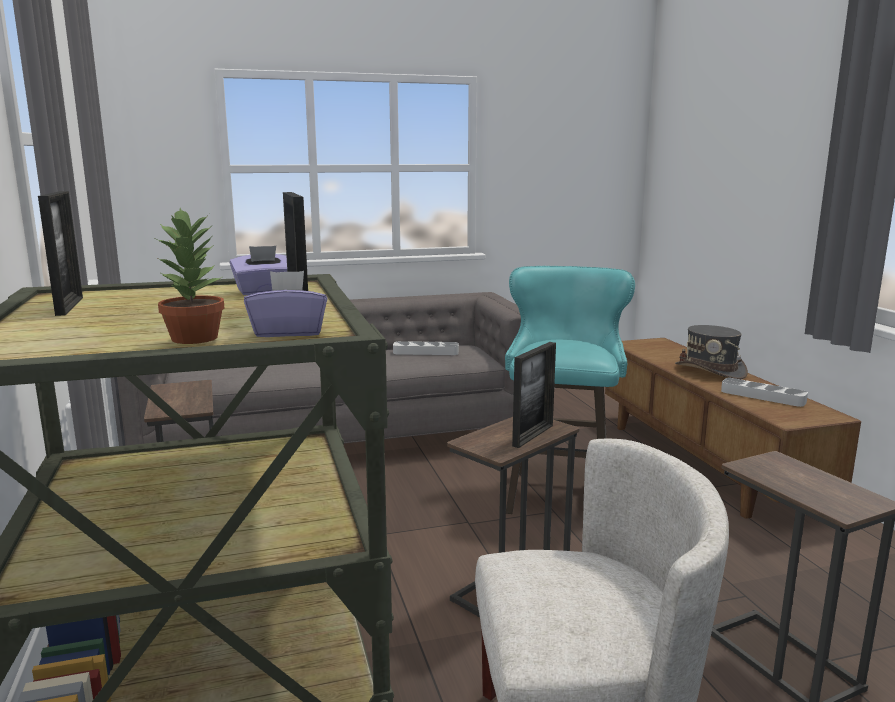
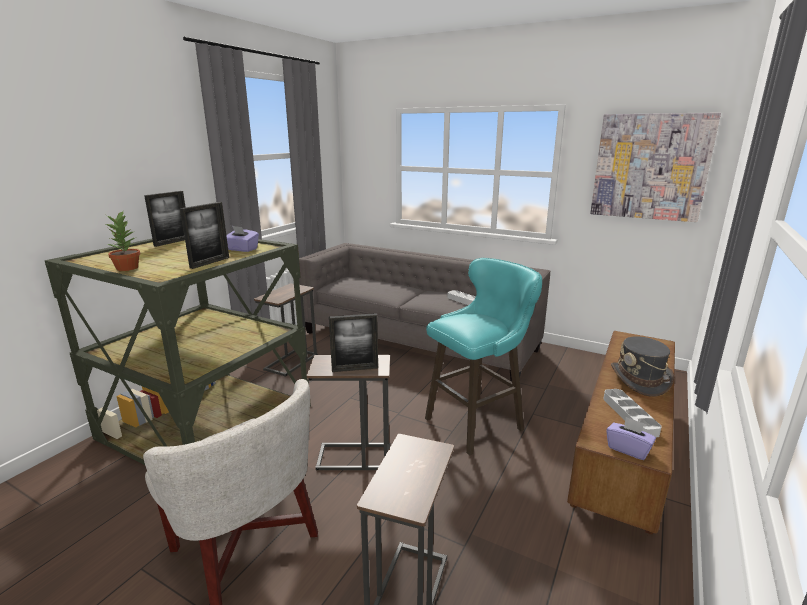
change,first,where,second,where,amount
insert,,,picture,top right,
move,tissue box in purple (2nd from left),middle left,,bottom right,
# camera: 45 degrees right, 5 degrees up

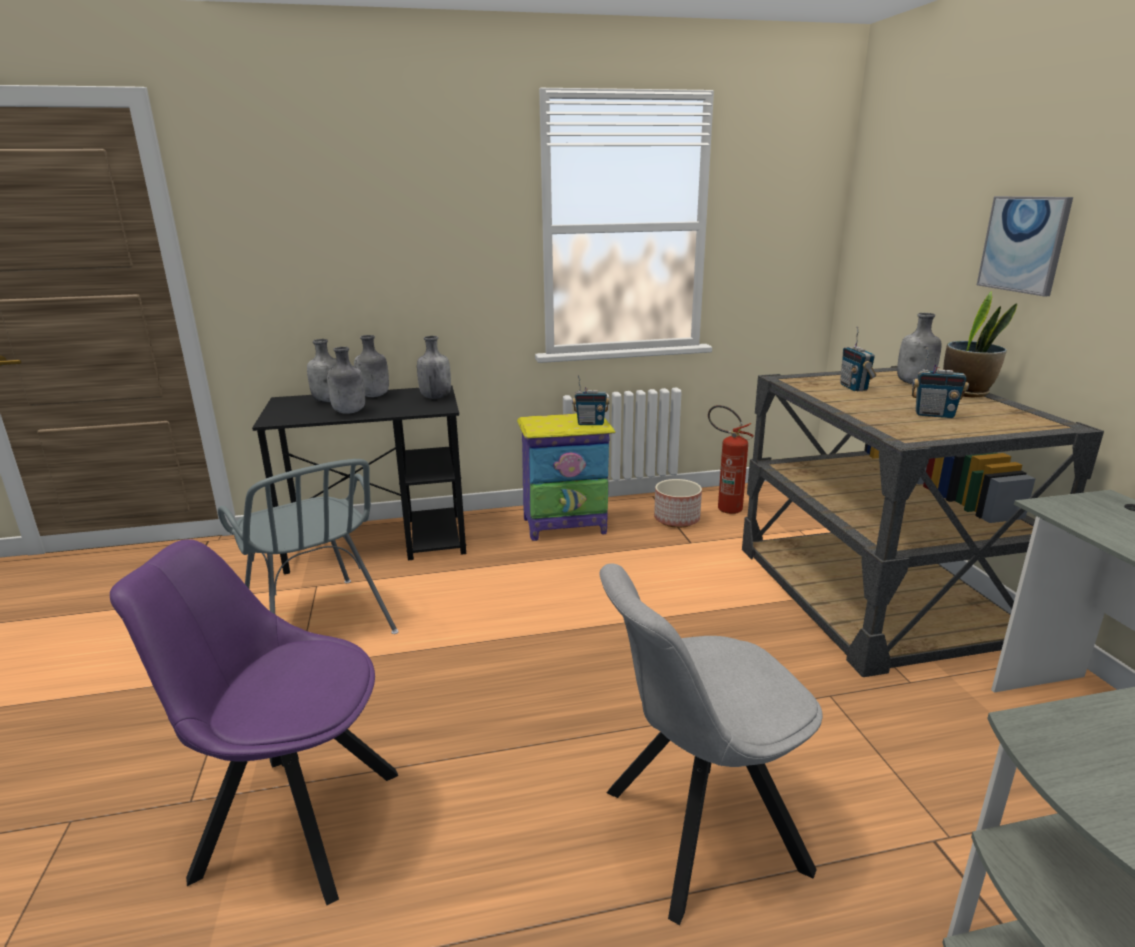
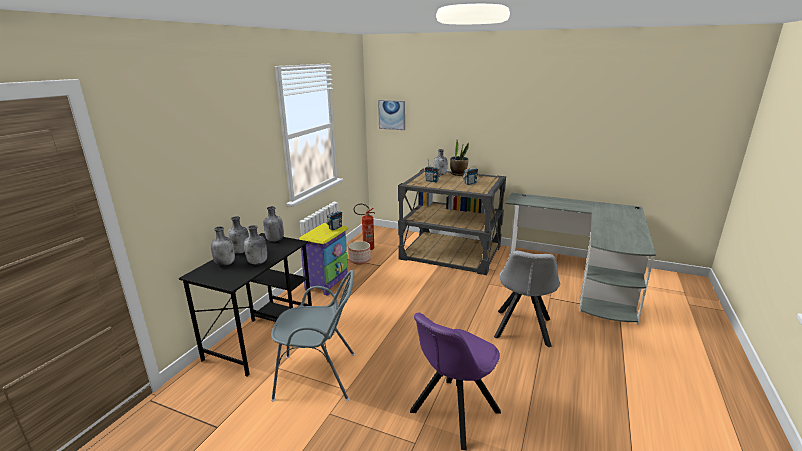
change,first,where,second,where,amount
move,picture,top right,,top centre,
# camera: 55 degrees left, 0 degrees up

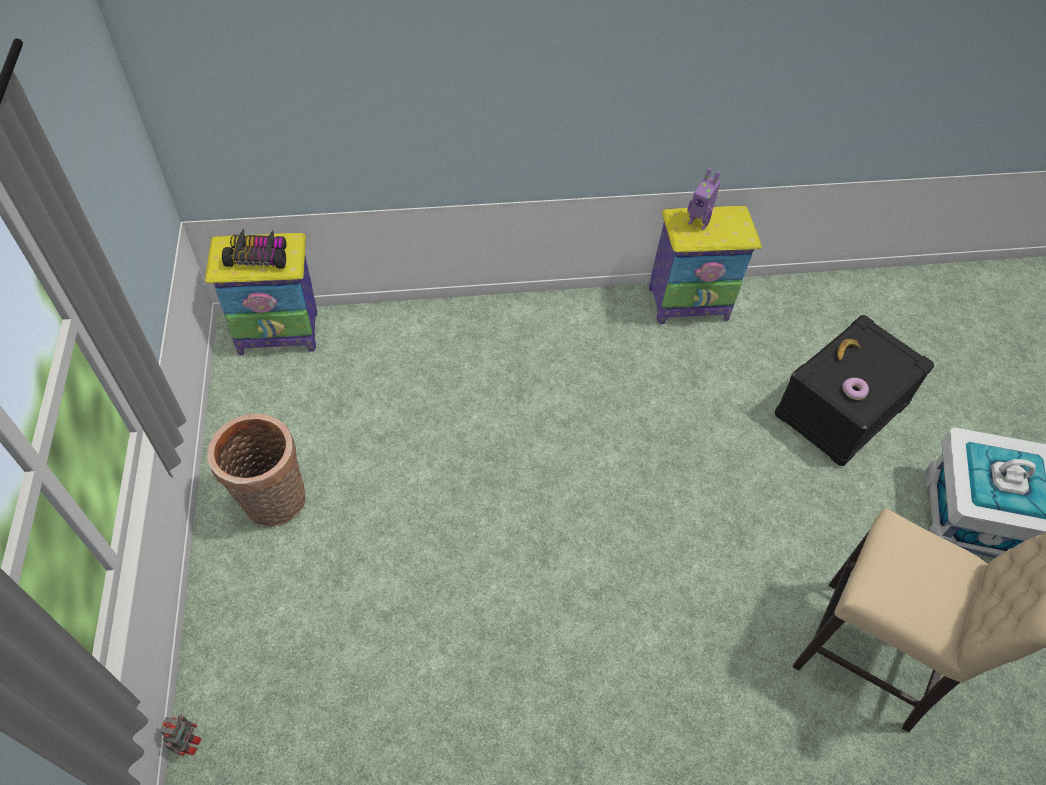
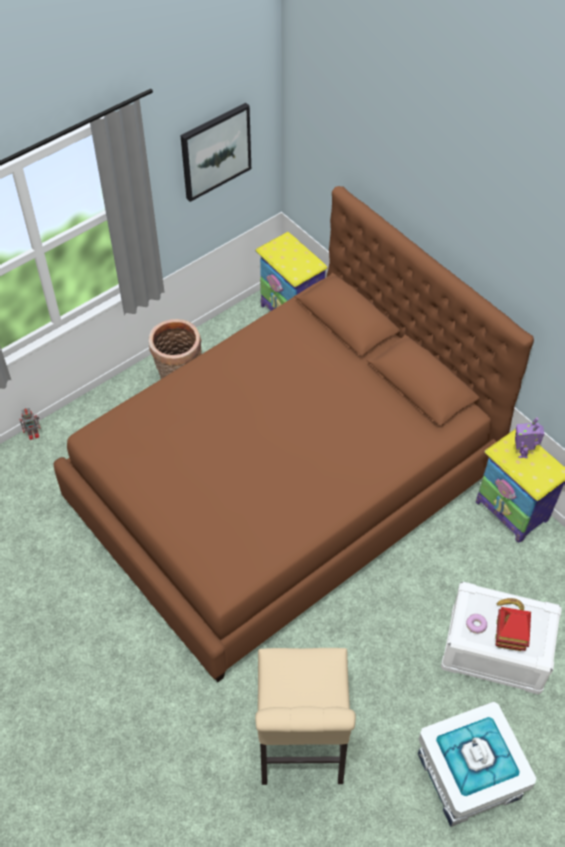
change,first,where,second,where,amount
insert,,,bed in brown,centre,
insert,,,picture,top centre,
recolor,storage box in black,middle right,storage box in white (2nd from left),bottom right,
insert,,,toy house,bottom right,
delete,toy car,top left,,,
# camera: 60 degrees right, 0 degrees up

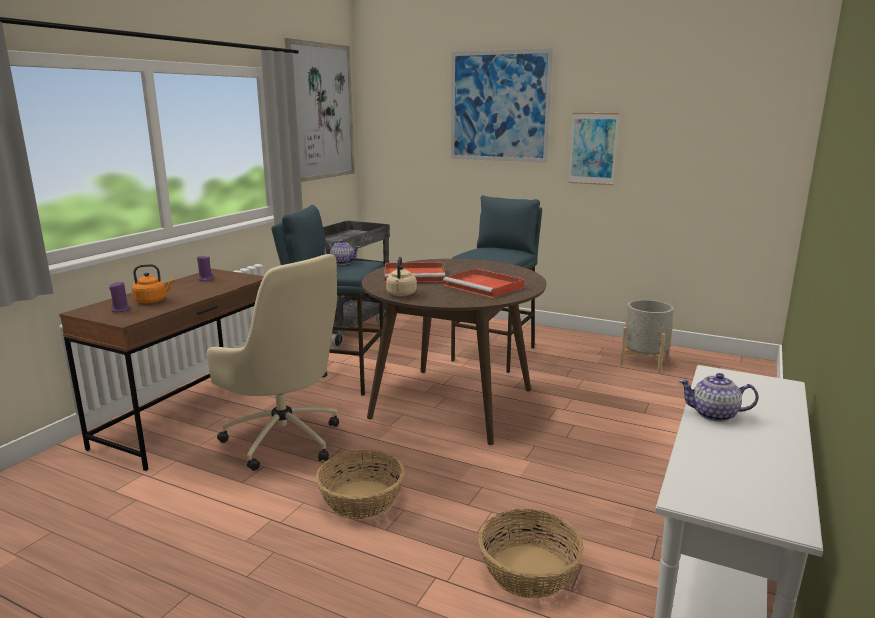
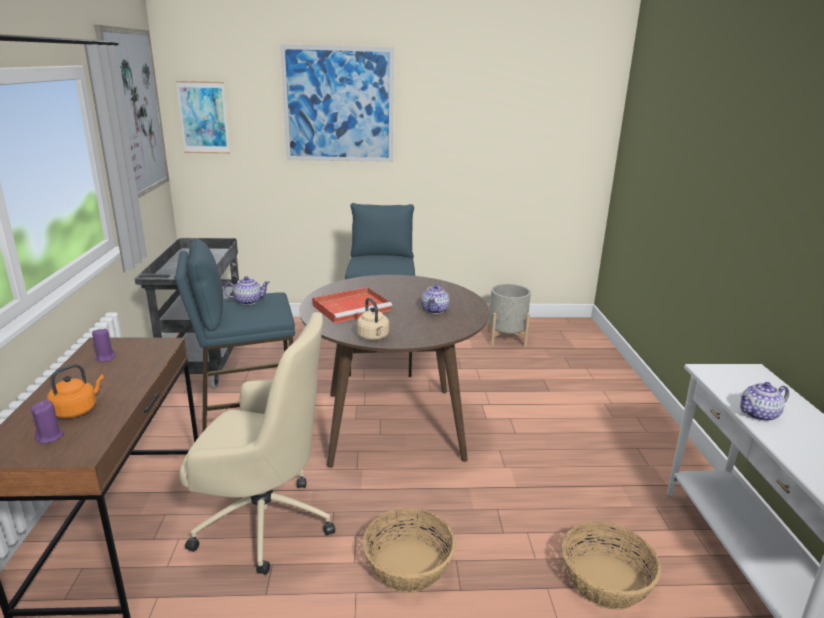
change,first,where,second,where,amount
move,picture (3rd from left in the first image),top right,picture (2nd from left),top left,
replace,tray in red (2nd from left),centre,teapot (2nd from left),centre,
# camera: 30 degrees left, 5 degrees up

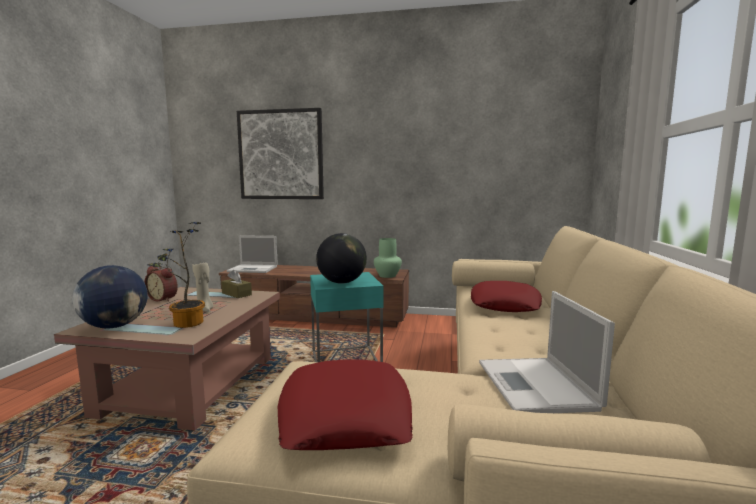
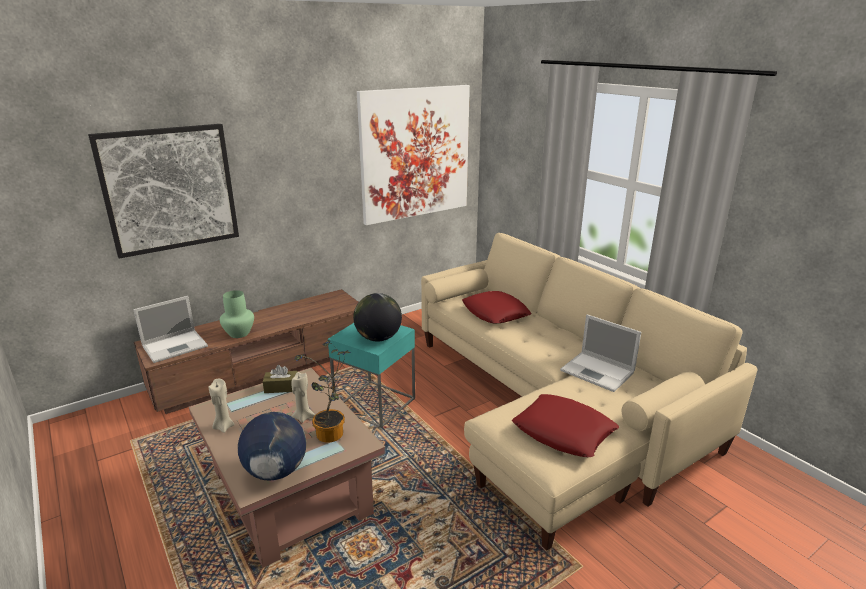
change,first,where,second,where,amount
replace,alarm clock,middle left,candle in beige (1st from left),bottom left,
move,vase in green,centre,,middle left,
insert,,,picture (2nd from left),top centre,
# camera: 45 degrees left, 15 degrees up

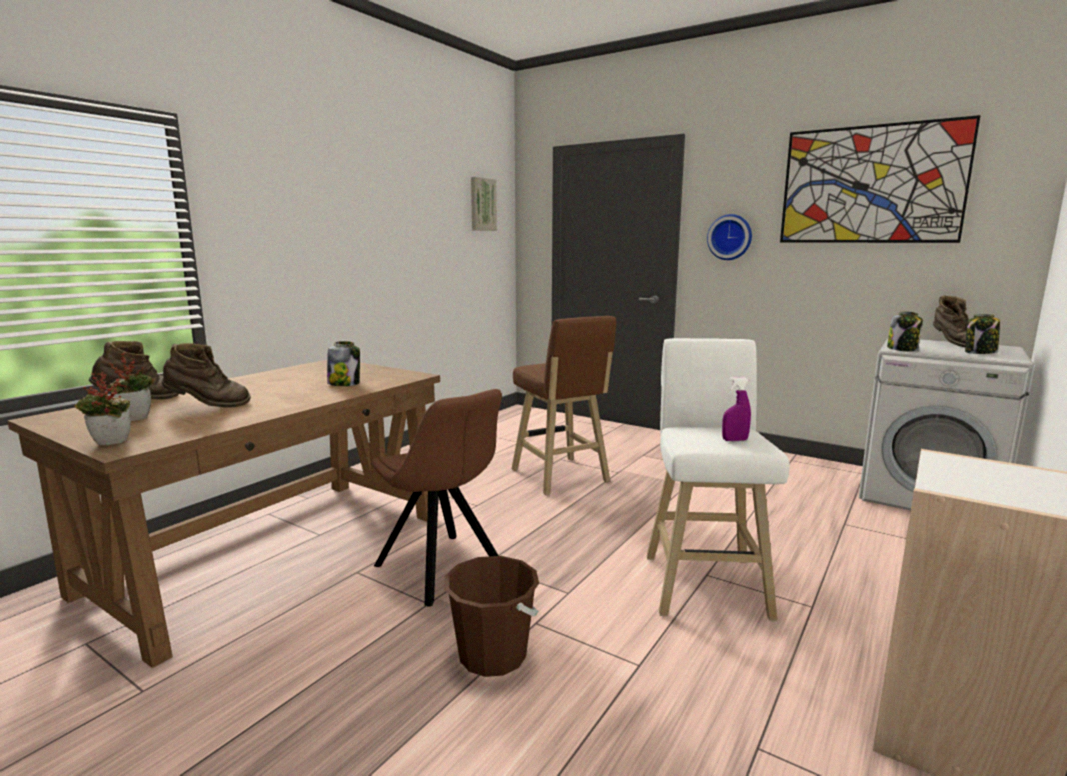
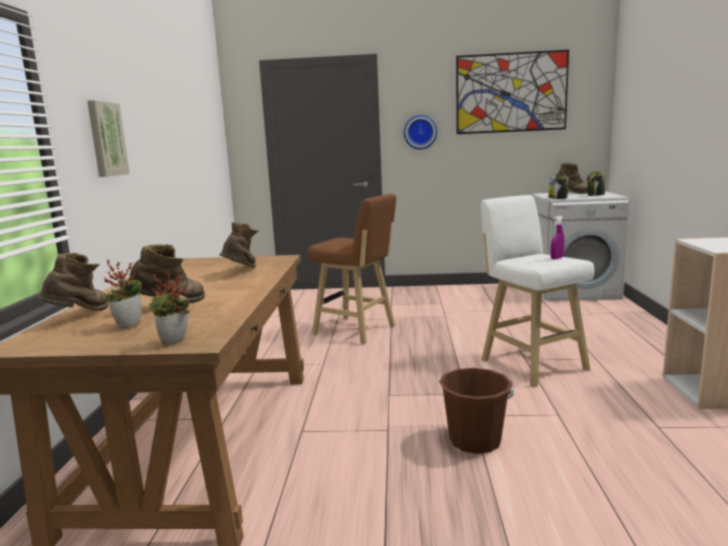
change,first,where,second,where,amount
move,picture (1st from left),top centre,,top left,
replace,jar (1st from left),middle left,boot in brown (3rd from left),middle left,
delete,chair in brown,centre,,,
# camera: 30 degrees left, 0 degrees up

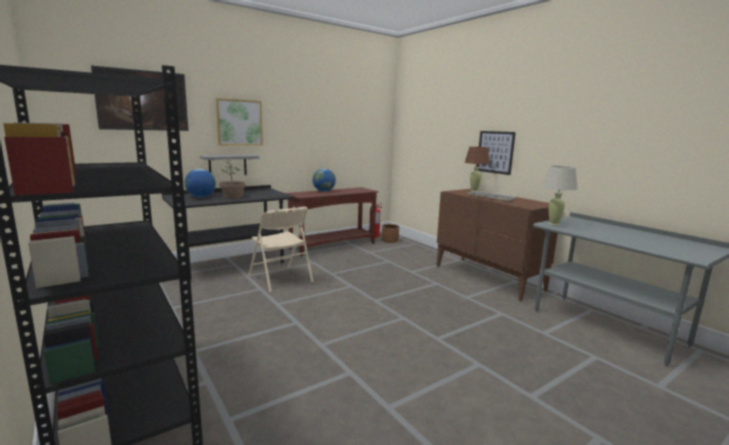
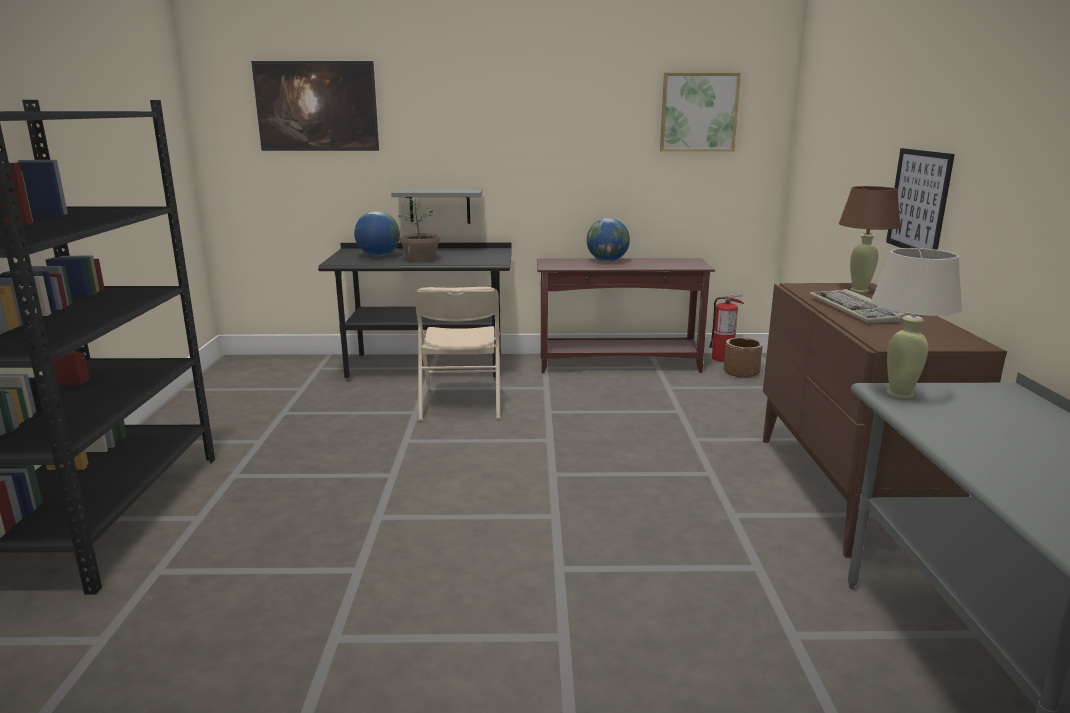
change,first,where,second,where,amount
move,picture (2nd from left),top left,,top centre,
# camera: 35 degrees right, 5 degrees up

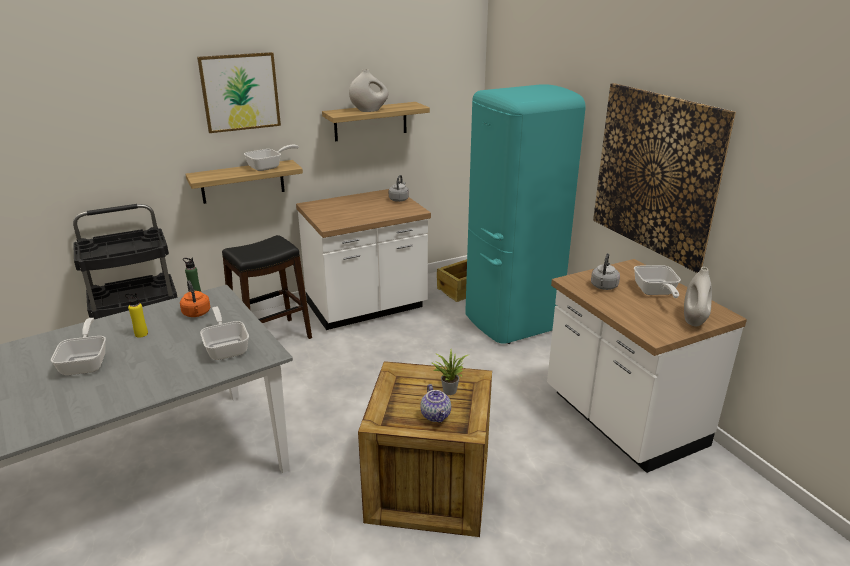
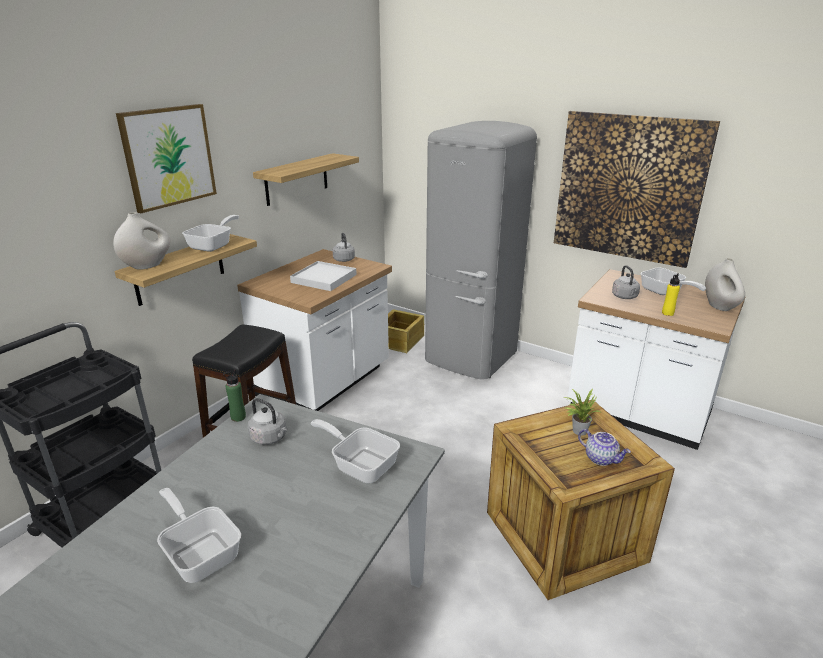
change,first,where,second,where,amount
move,vase in white (1st from left),top centre,,middle left,
recolor,kettle in orange,middle left,kettle in grey (1st from left),middle left,
insert,,,tray in white,centre,
recolor,fridge in turquoise,centre,fridge in grey,centre,
move,bottle in yellow,middle left,,middle right,
# camera: 30 degrees left, 0 degrees up

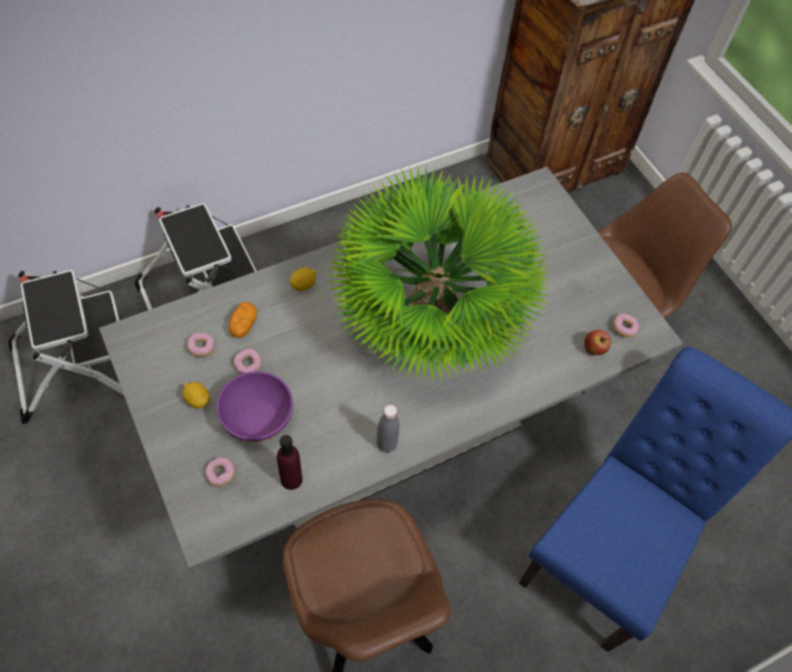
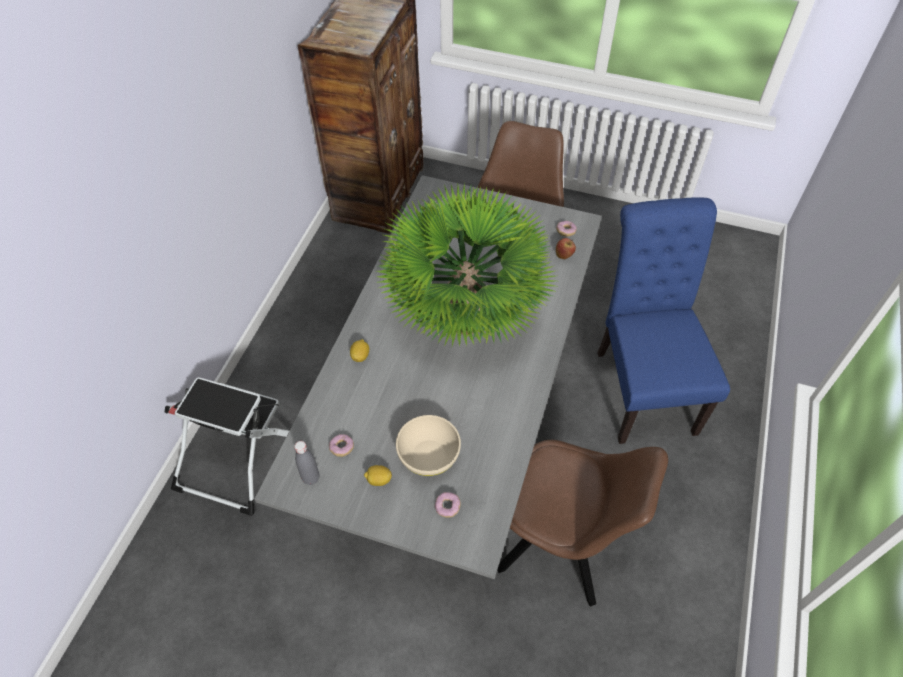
change,first,where,second,where,amount
move,bottle in grey,centre,,bottom centre,
recolor,bowl in purple,middle left,bowl in beige,centre,
delete,step ladder (1st from left),middle left,,,
delete,potato,middle left,,,
delete,donut (3rd from left),middle left,,,
delete,bottle in purple,bottom centre,,,
# camera: 40 degrees left, 5 degrees down

